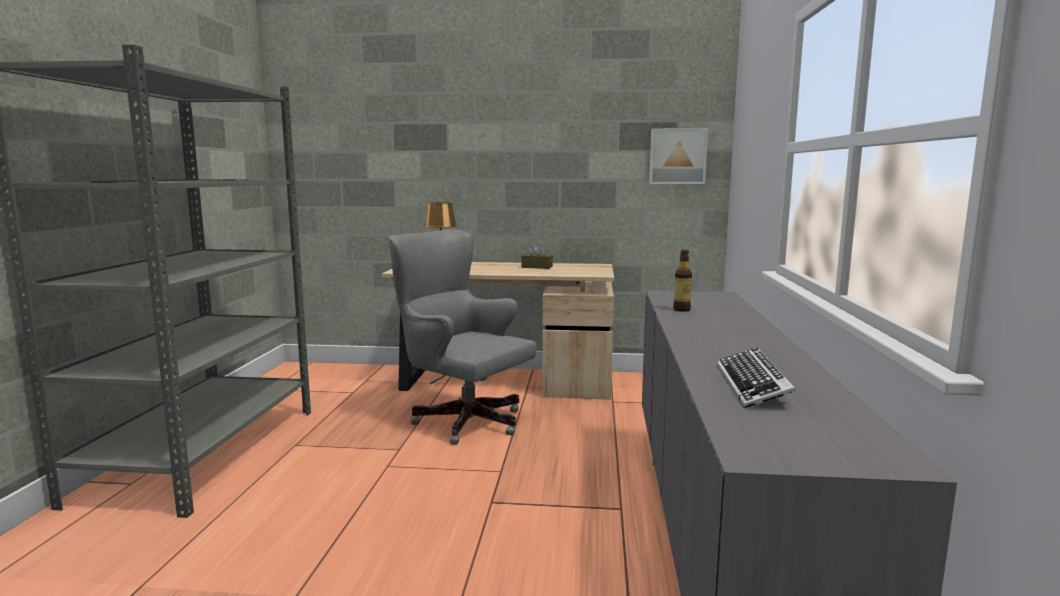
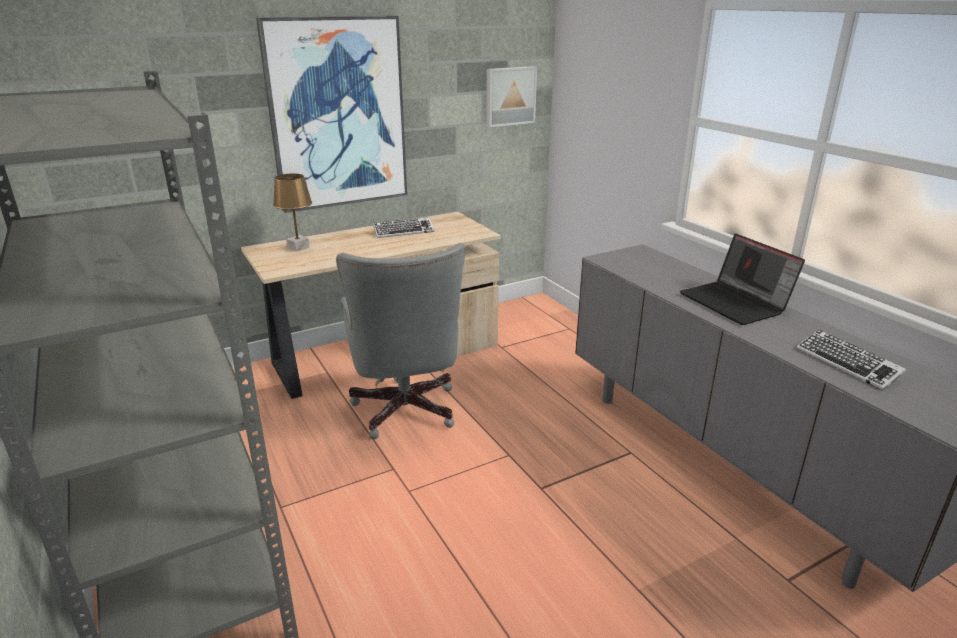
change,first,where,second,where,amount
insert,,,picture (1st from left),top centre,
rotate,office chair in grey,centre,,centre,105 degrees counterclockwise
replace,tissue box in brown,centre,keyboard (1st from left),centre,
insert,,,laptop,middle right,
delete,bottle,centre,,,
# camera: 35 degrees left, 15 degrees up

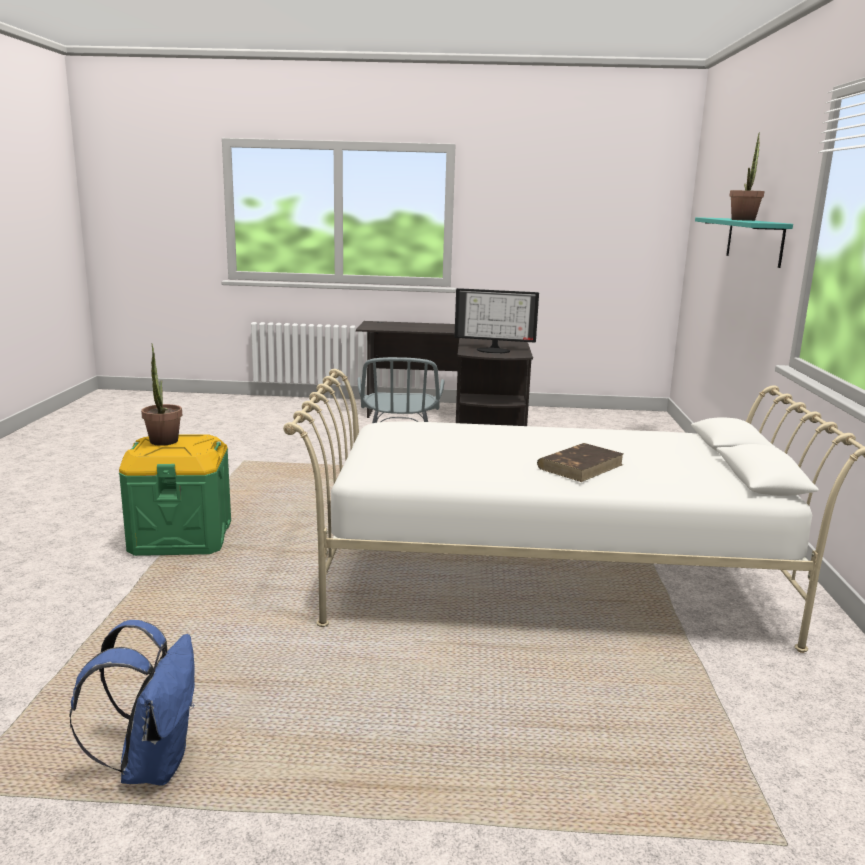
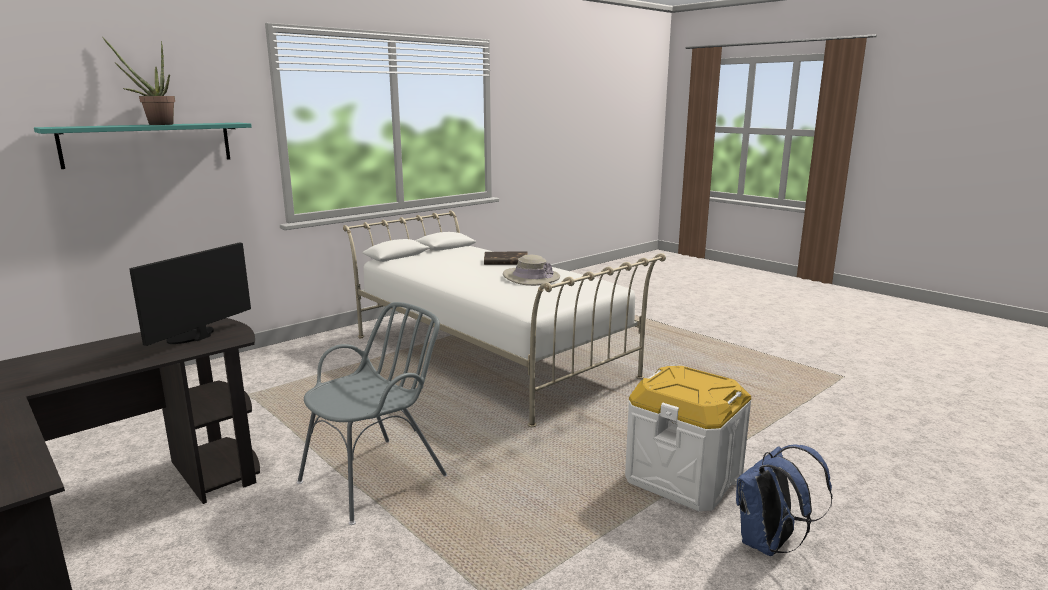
change,first,where,second,where,amount
rotate,monitor,centre,,middle left,120 degrees counterclockwise
insert,,,hat in beige,centre,
recolor,storage box in green,middle left,storage box in white,bottom centre,
move,backpack in blue,bottom left,,bottom right,
delete,potted plant (1st from left),middle left,,,
# camera: 135 degrees left, 0 degrees up

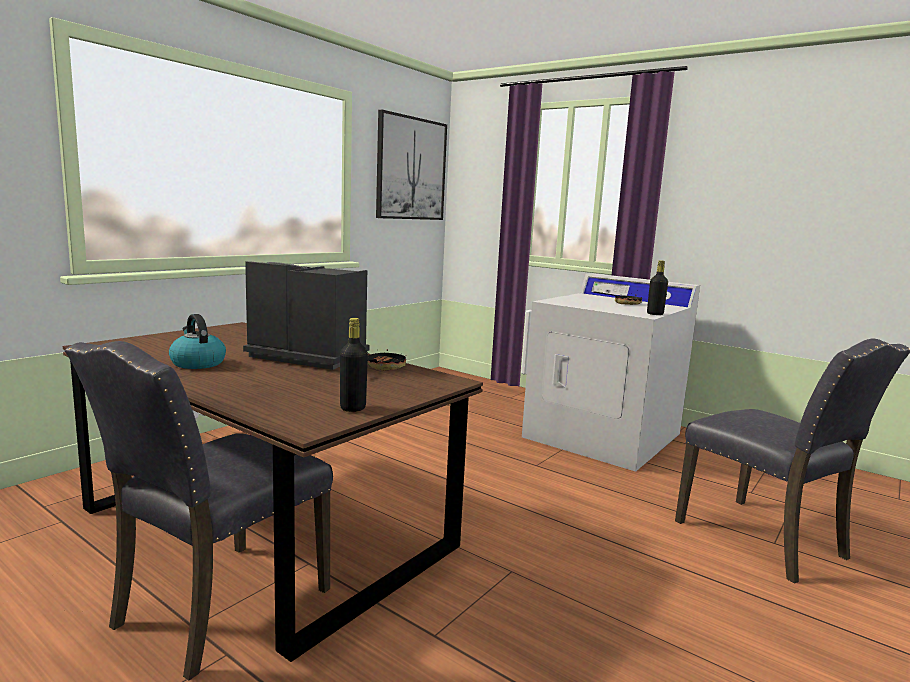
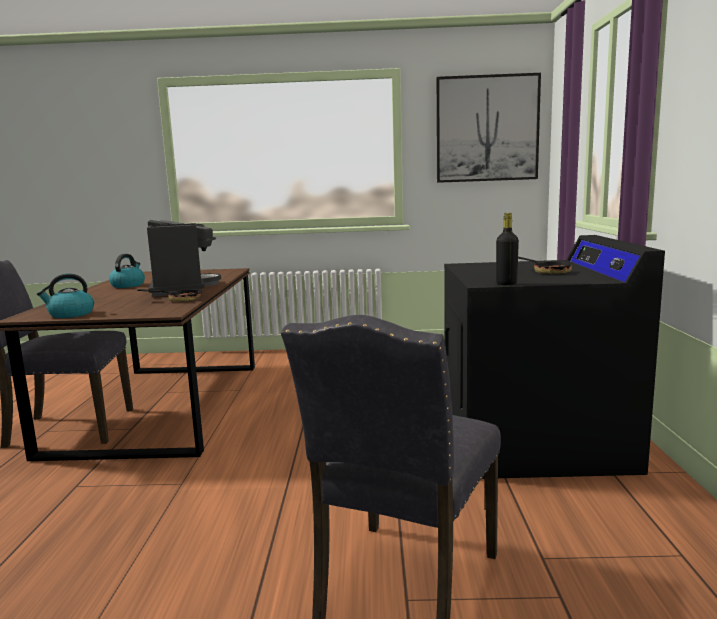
change,first,where,second,where,amount
replace,bottle in black (1st from left),centre,kettle (1st from left),middle left,
recolor,washing machine in white,middle right,washing machine in black,middle right,
# camera: 55 degrees right, 0 degrees up

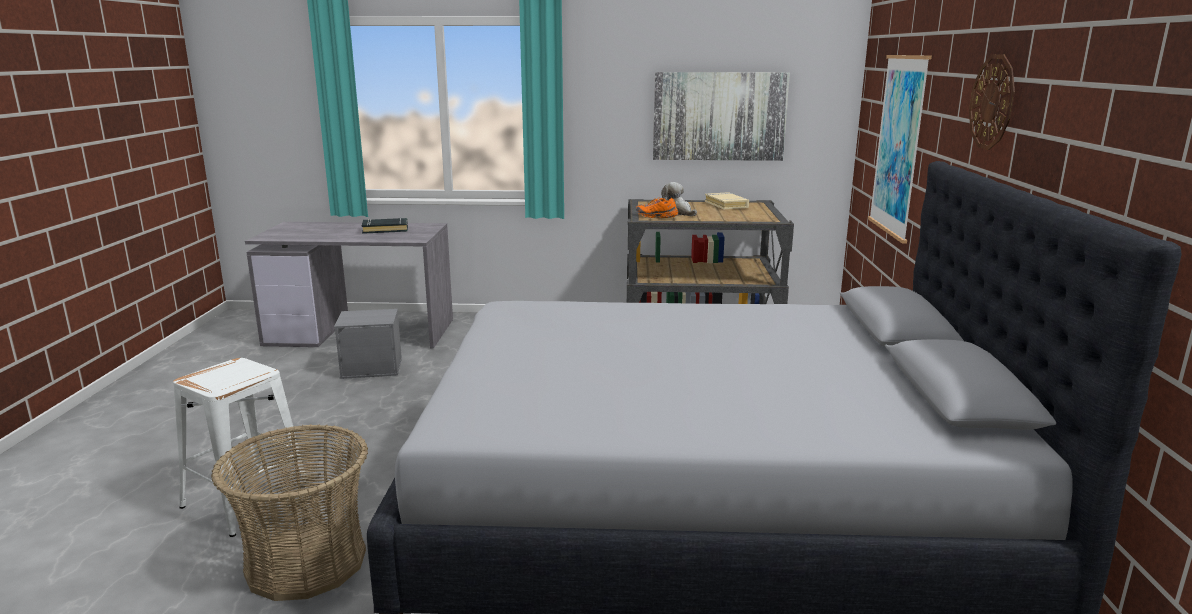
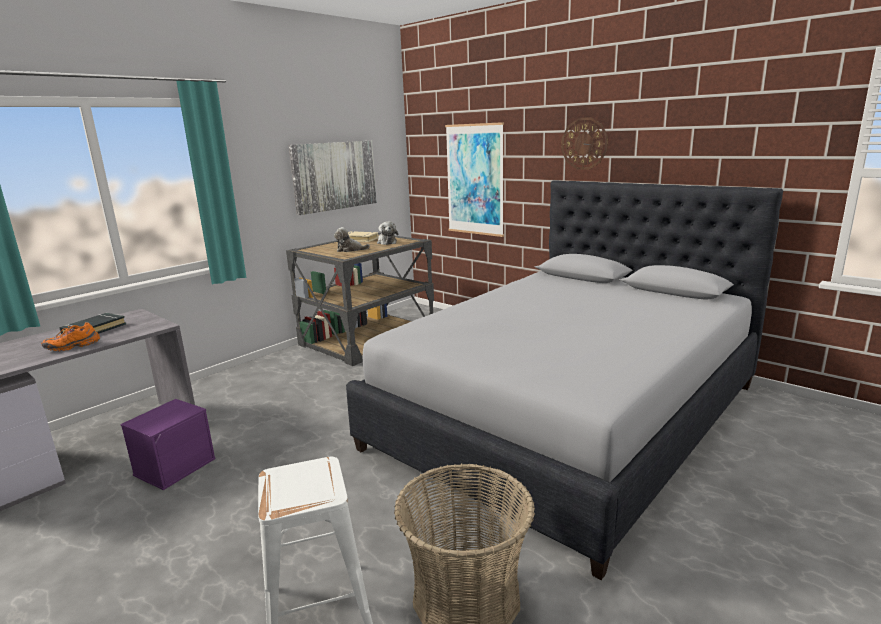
change,first,where,second,where,amount
move,shoe in orange,centre,,middle left,
recolor,storage box in grey,middle left,storage box in purple,bottom left,
insert,,,plush toy (2nd from left),centre,
# camera: 50 degrees left, 0 degrees up

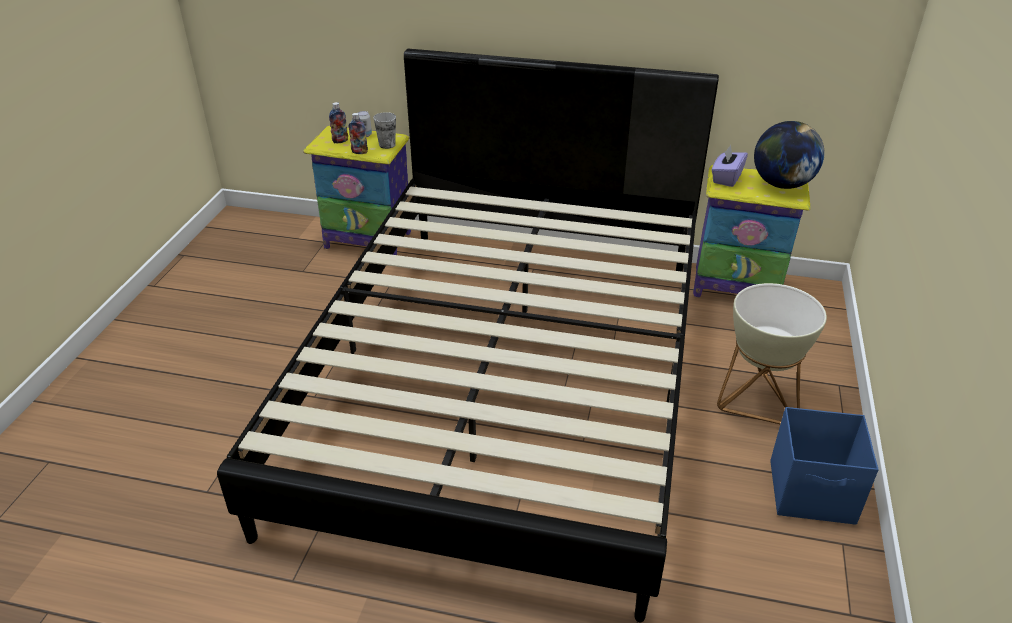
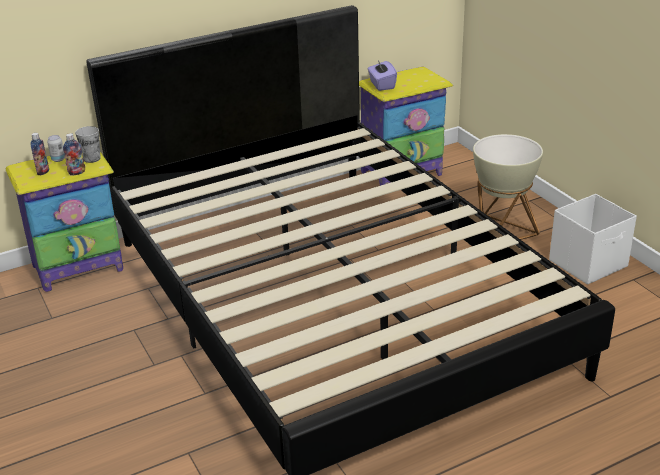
change,first,where,second,where,amount
recolor,storage box in blue,bottom right,storage box in white,middle right,
delete,globe,top right,,,
# camera: 40 degrees left, 5 degrees down

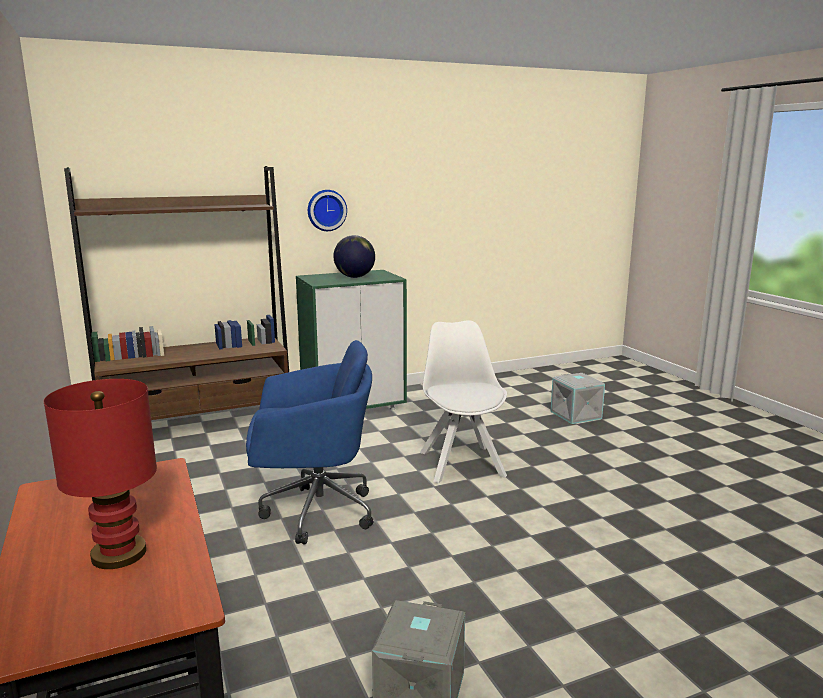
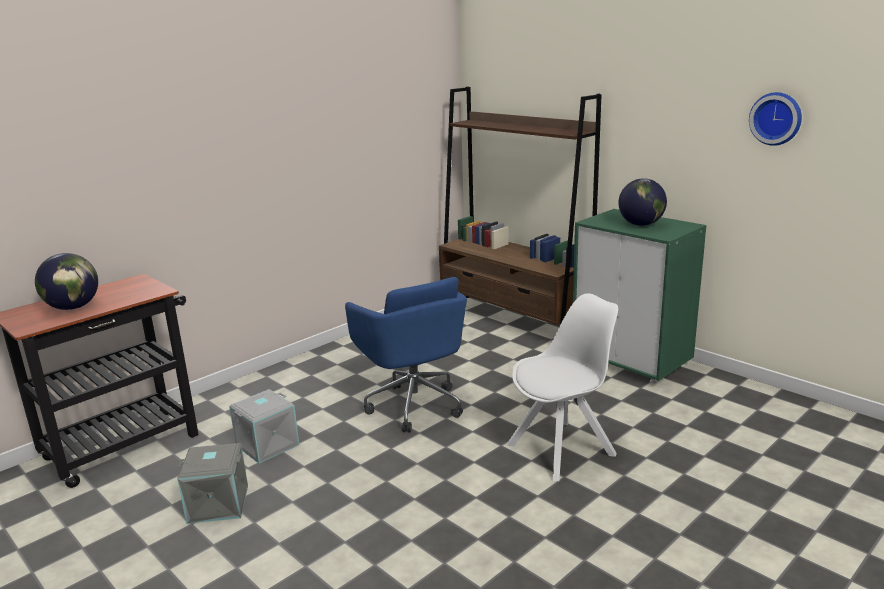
change,first,where,second,where,amount
replace,table lamp in red,bottom left,globe (1st from left),middle left,
move,storage box in grey (2nd from left),middle right,,bottom left,
move,wall clock,top centre,,top right,
# camera: 70 degrees right, 5 degrees up

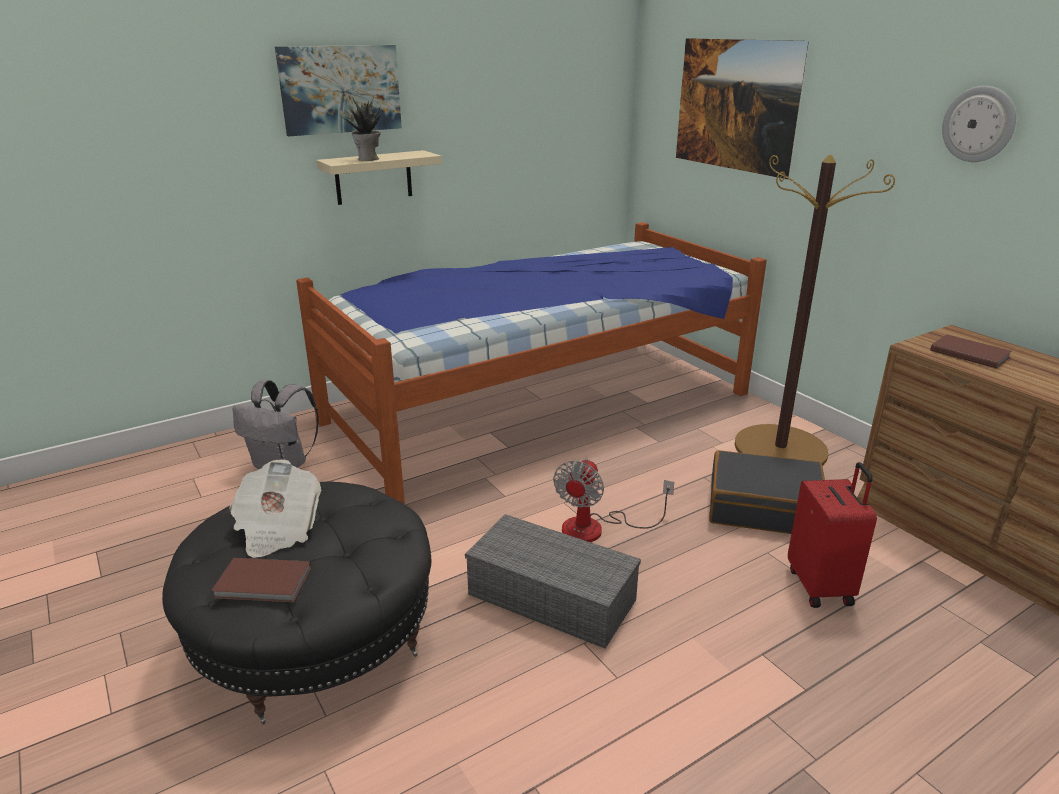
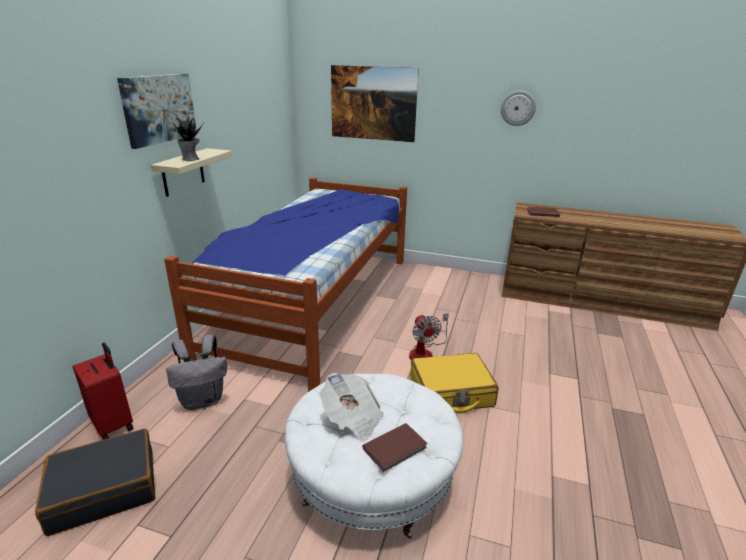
change,first,where,second,where,amount
move,suitcase in black,middle right,,bottom left,
move,suitcase in red,bottom right,,bottom left,
recolor,ottoman in black,bottom left,ottoman in white,bottom centre,
replace,storage box in grey,bottom centre,suitcase in yellow,bottom centre,
delete,clothes rack in brown,middle right,,,
# camera: 40 degrees left, 0 degrees up

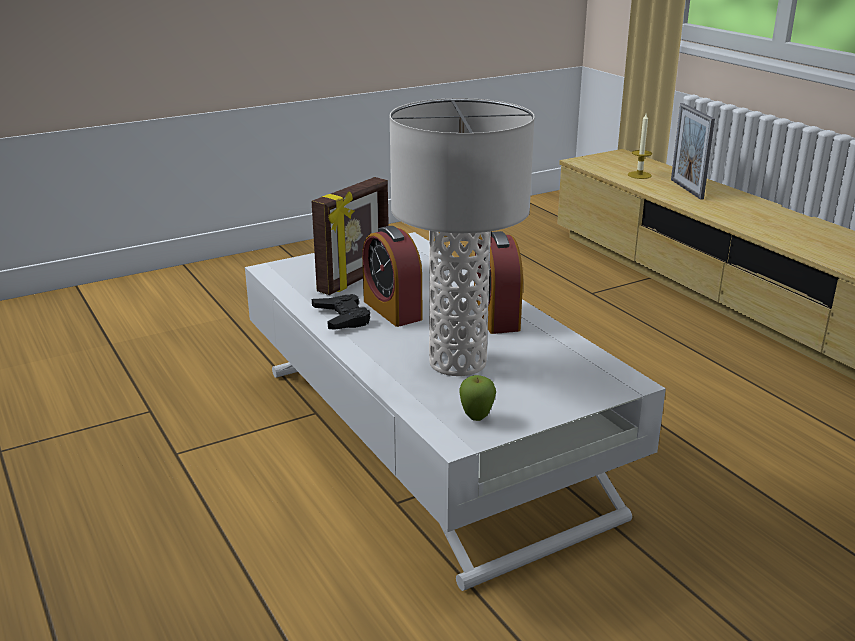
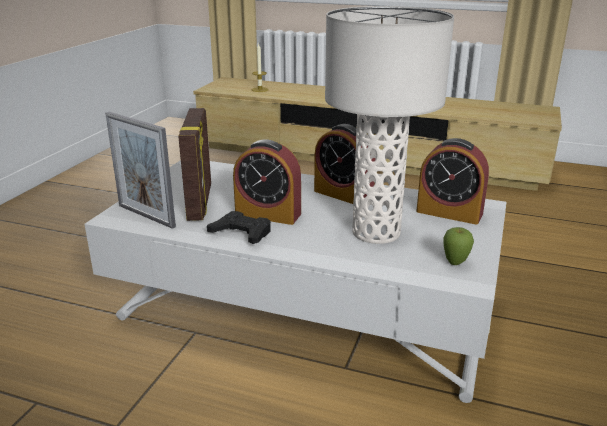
change,first,where,second,where,amount
move,picture frame (2nd from left in the first image),top right,picture frame (1st from left),middle left,
insert,,,alarm clock (3rd from left),middle right,
# camera: 40 degrees left, 0 degrees up

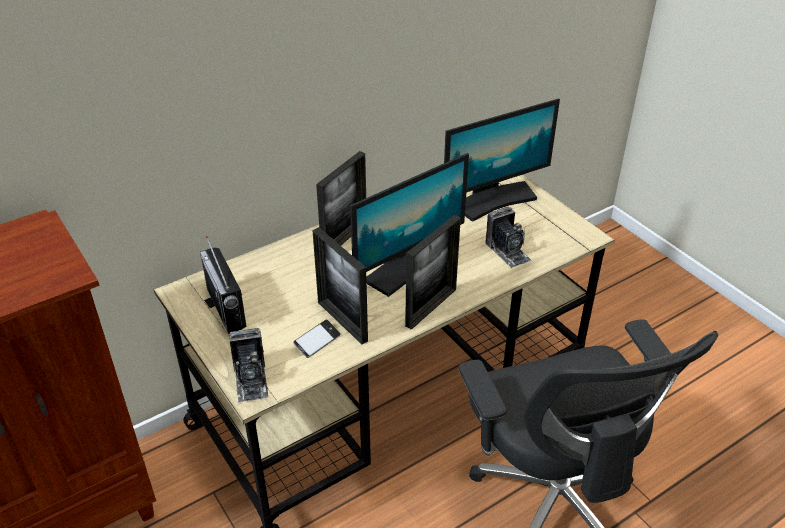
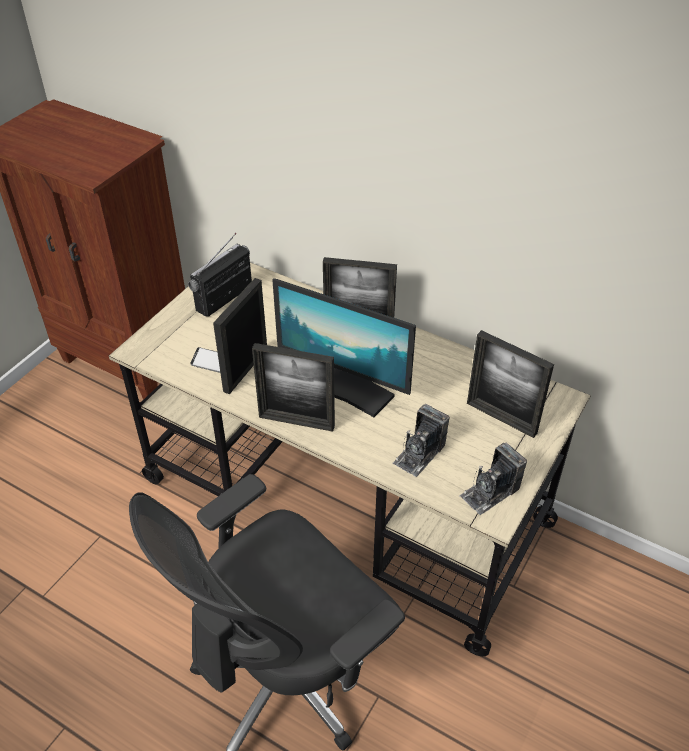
change,first,where,second,where,amount
move,photo camera (1st from left in the first image),bottom left,photo camera (2nd from left),middle right,
replace,monitor (2nd from left),top centre,picture frame (4th from left),middle right,
# camera: 65 degrees right, 5 degrees up

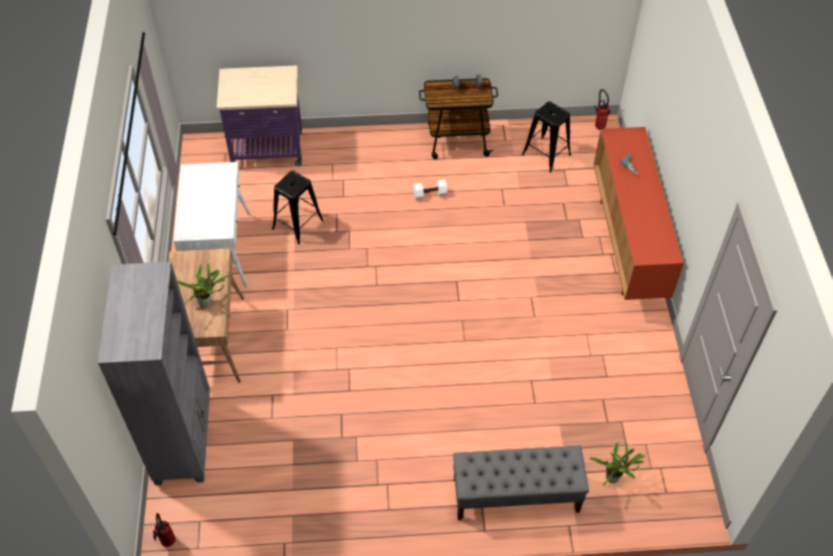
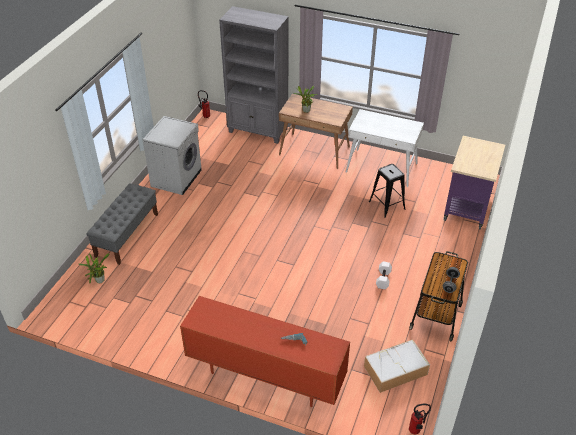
change,first,where,second,where,amount
insert,,,washing machine in white,middle left,
replace,stool in black (2nd from left),top centre,storage box,bottom right,
# camera: 115 degrees right, 10 degrees down

